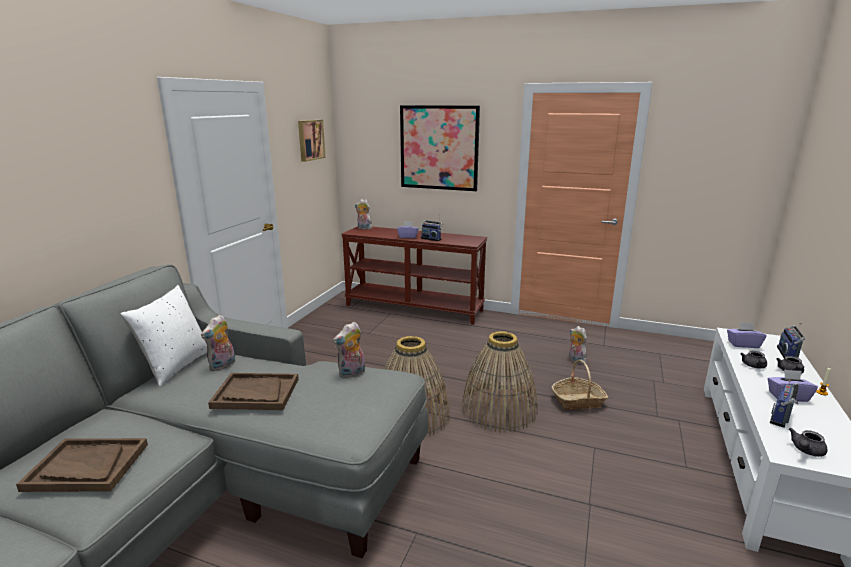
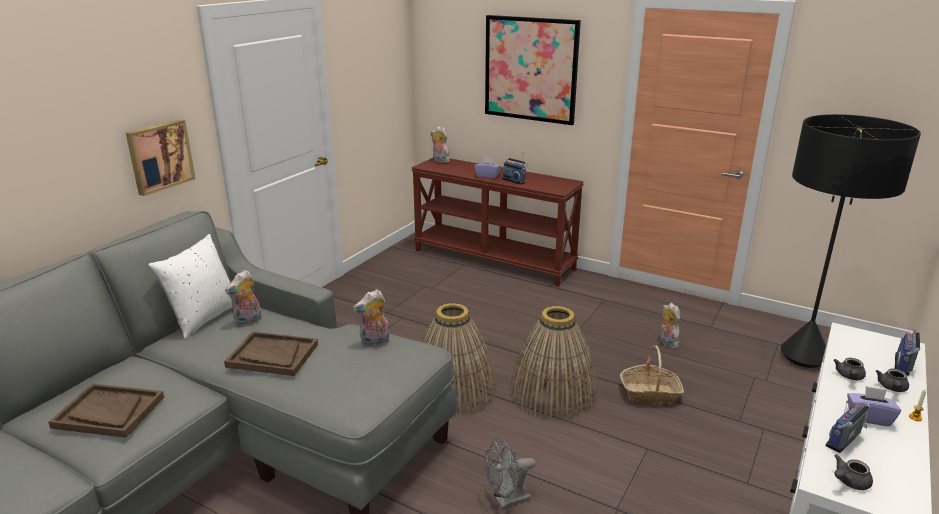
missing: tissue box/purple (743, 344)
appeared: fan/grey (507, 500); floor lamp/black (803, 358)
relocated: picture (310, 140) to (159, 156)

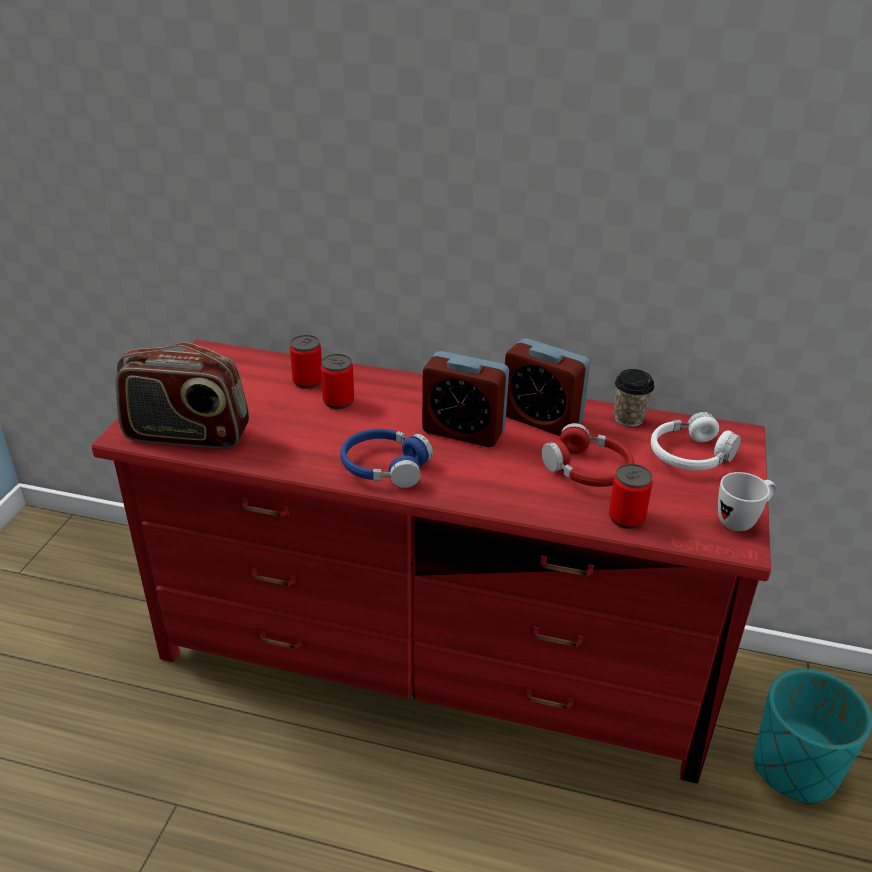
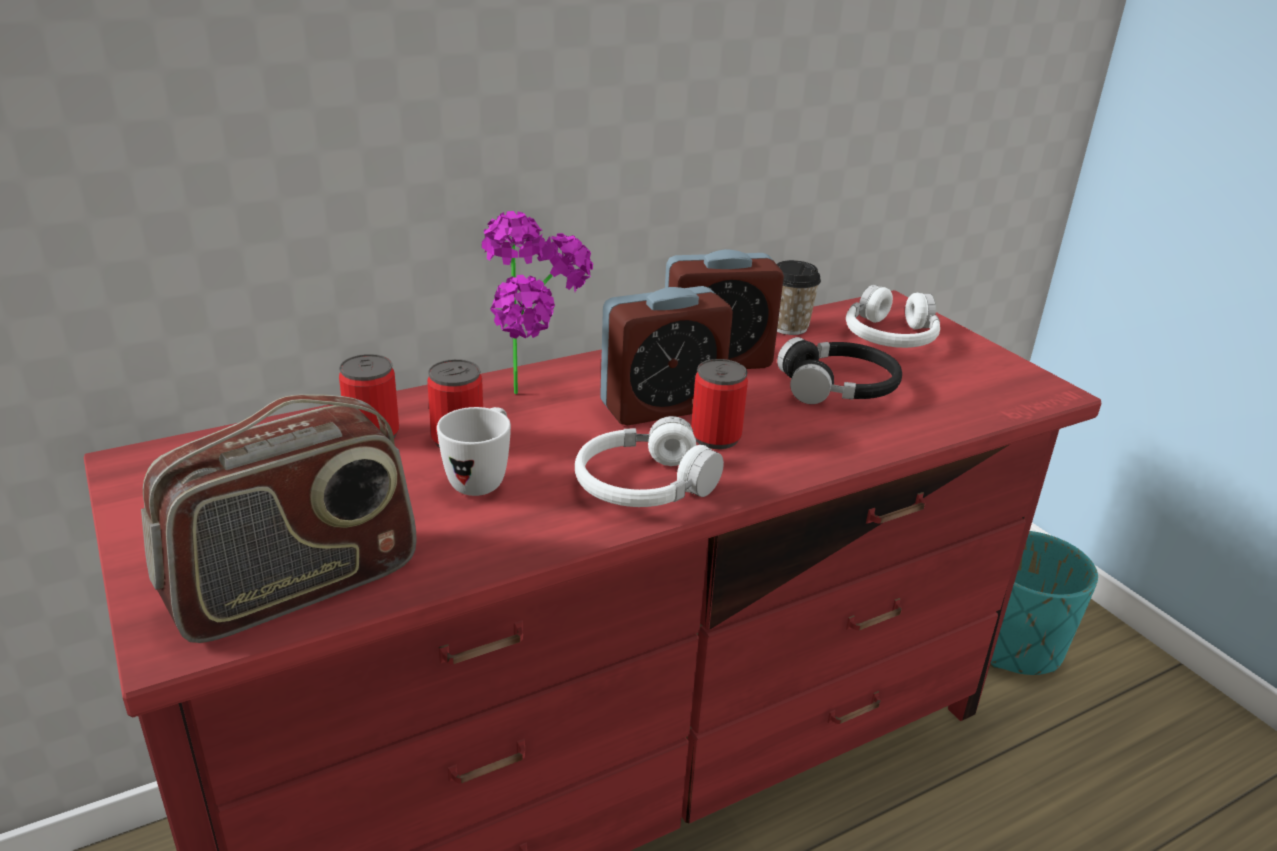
appeared: potted plant (537, 398)
relocated: can (626, 518) to (715, 437); mug/white (742, 520) to (482, 479)
colour: headphones/blue (384, 467) to headphones/white (644, 485); headphones/red (588, 470) to headphones/black (838, 388)

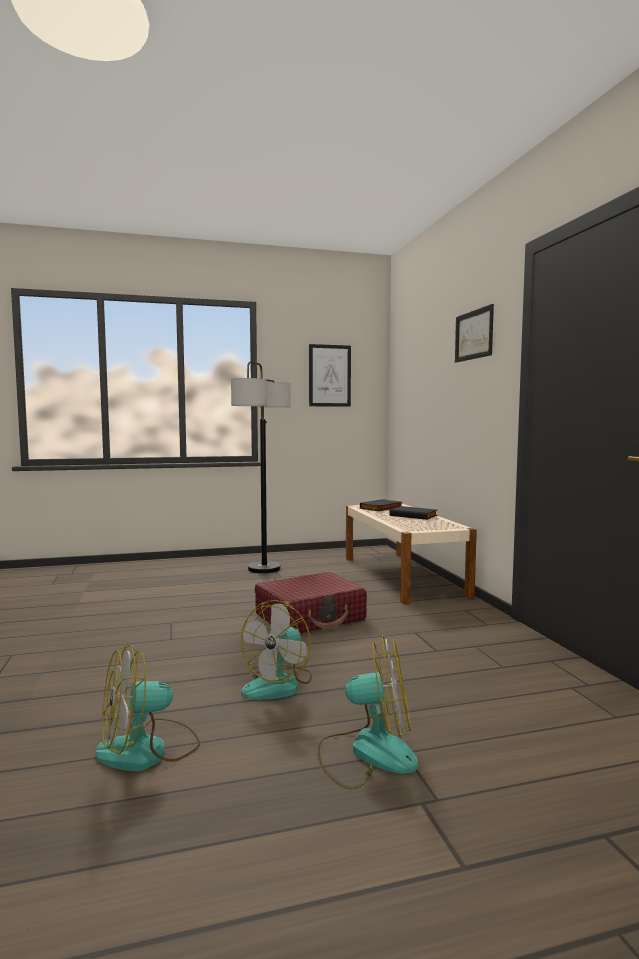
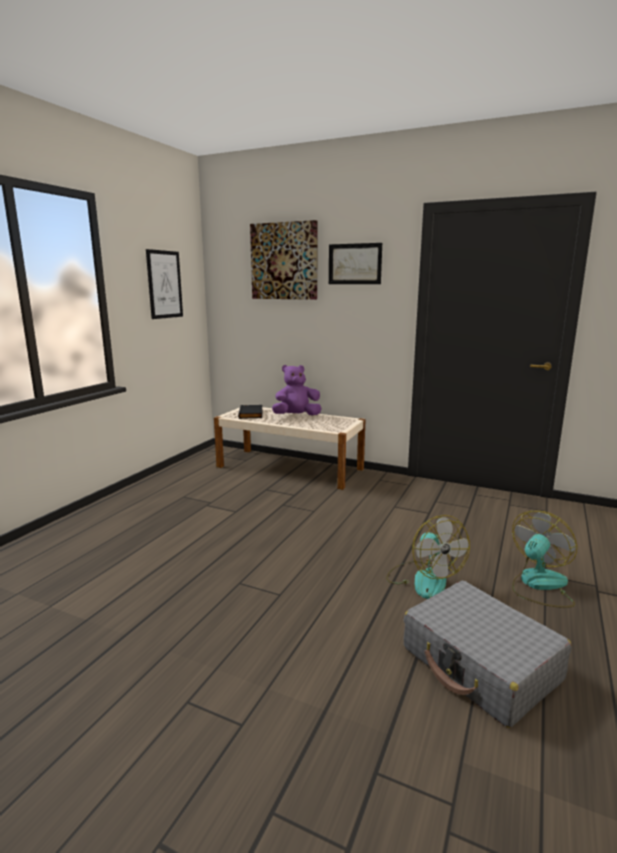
missing: floor lamp (264, 568); suitcase/red (310, 617)
appeared: picture (284, 261)
exchanged: fan (148, 750) to suitcase/grey (480, 664); book/black (414, 515) to plush toy/purple (296, 416)

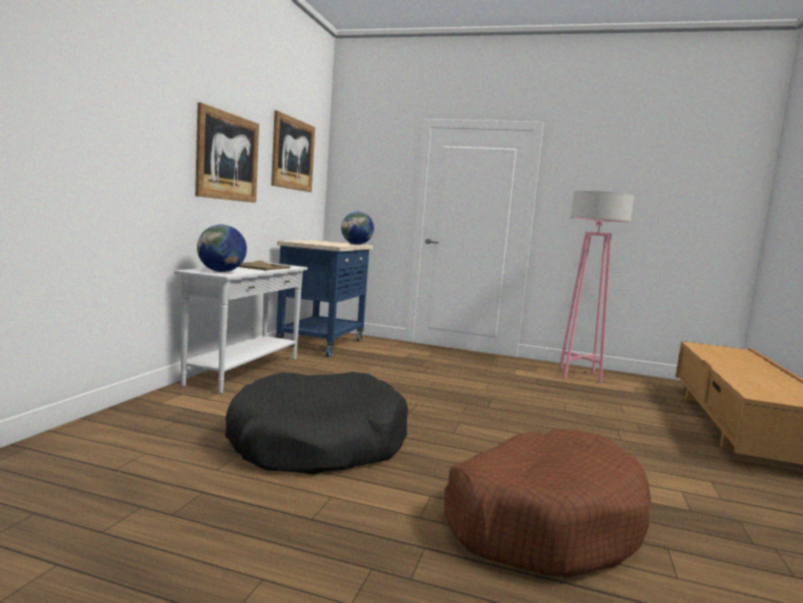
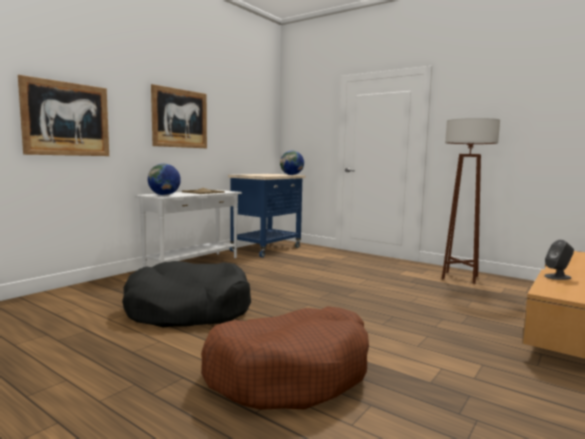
appeared: speaker/grey (557, 277)
relocated: picture (293, 154) to (66, 119)
colour: floor lamp/pink (579, 376) to floor lamp/brown (460, 277)

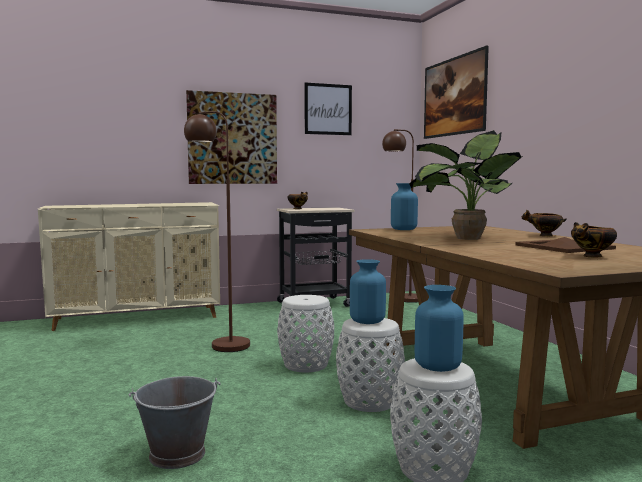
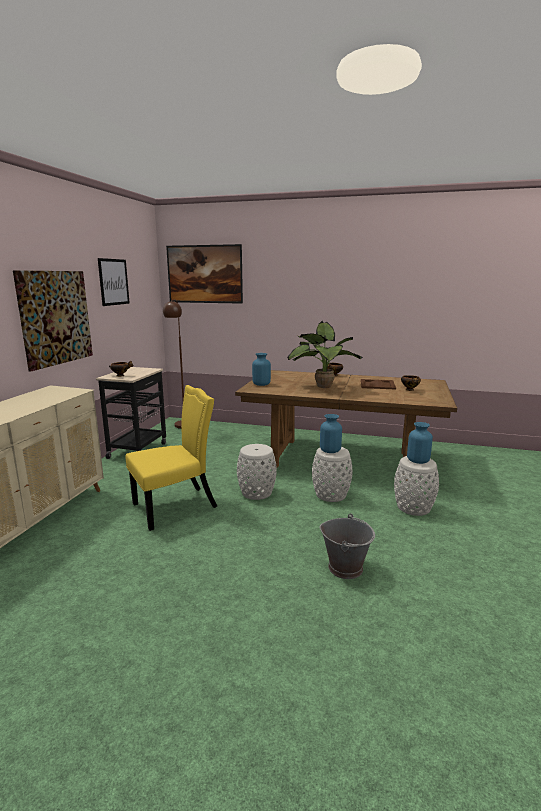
exchanged: floor lamp/brown (220, 345) to chair/yellow (173, 507)

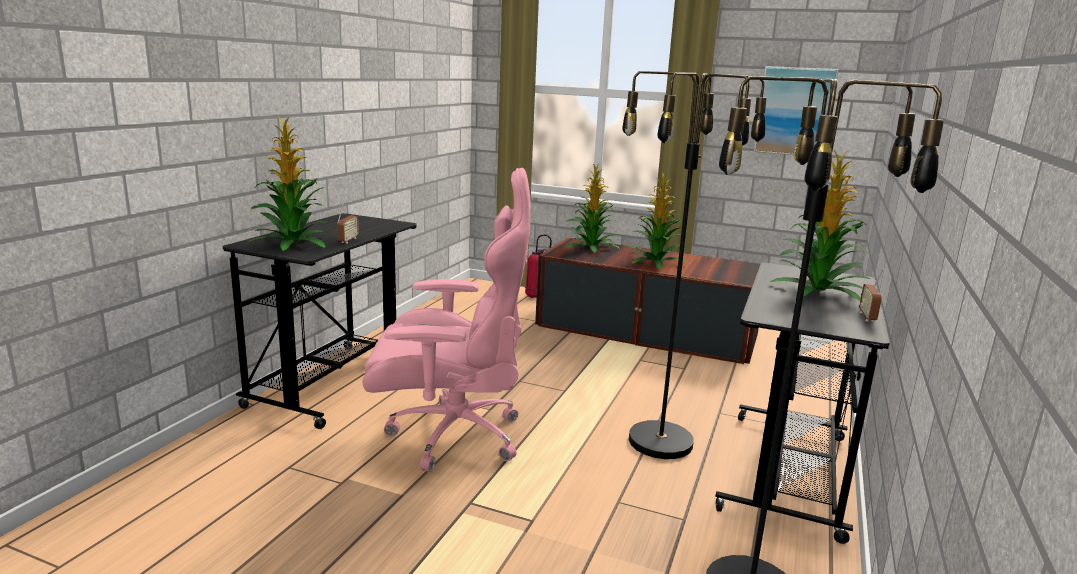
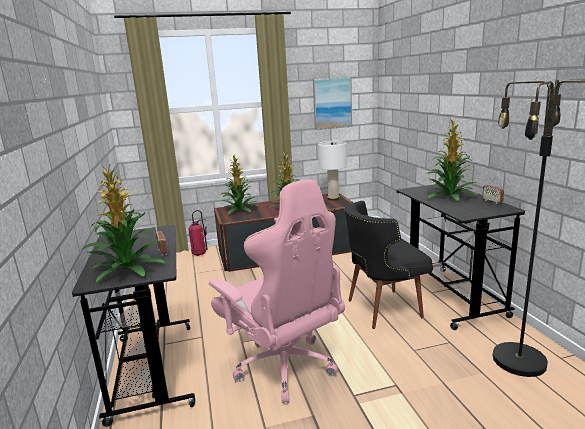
appeared: table lamp/white (333, 199)
exchanged: floor lamp (661, 443) to chair/black (384, 309)
spun: office chair/pink (447, 436) = (281, 364) 90 degrees clockwise

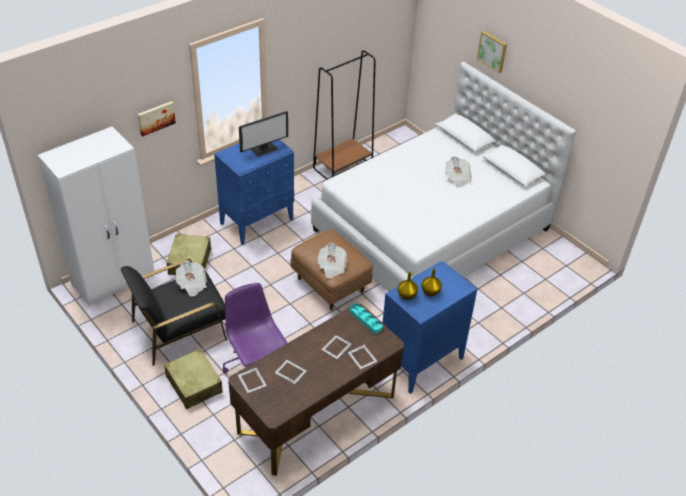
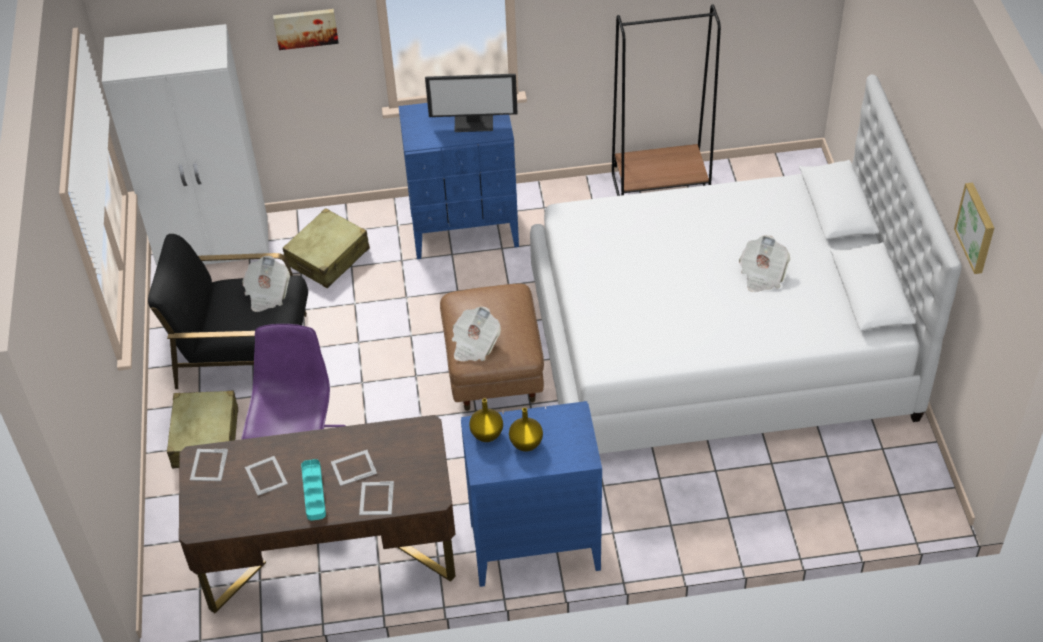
relocated: tray/turquoise (365, 320) to (314, 492); picture (492, 51) to (977, 227)

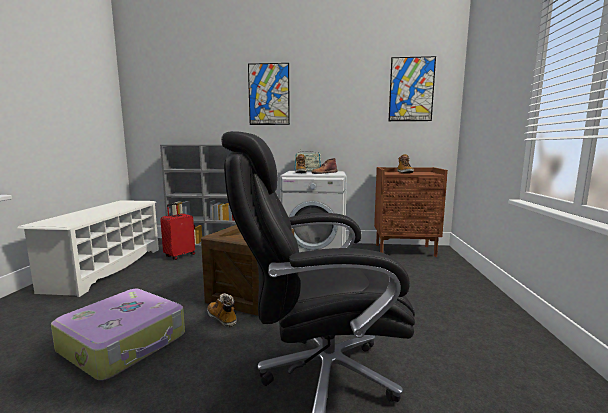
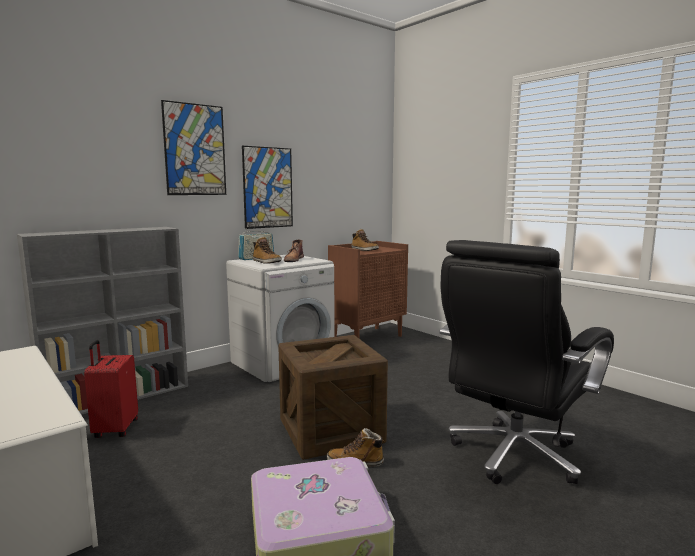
relocated: picture (411, 89) to (268, 187)

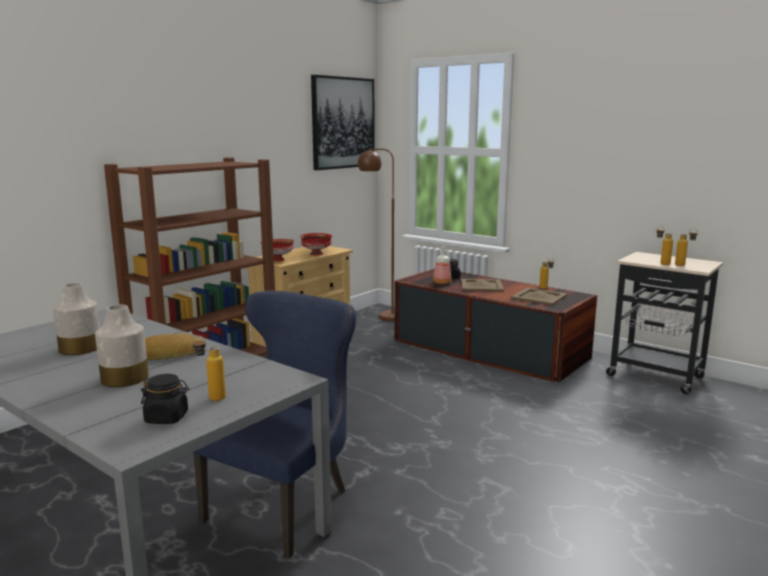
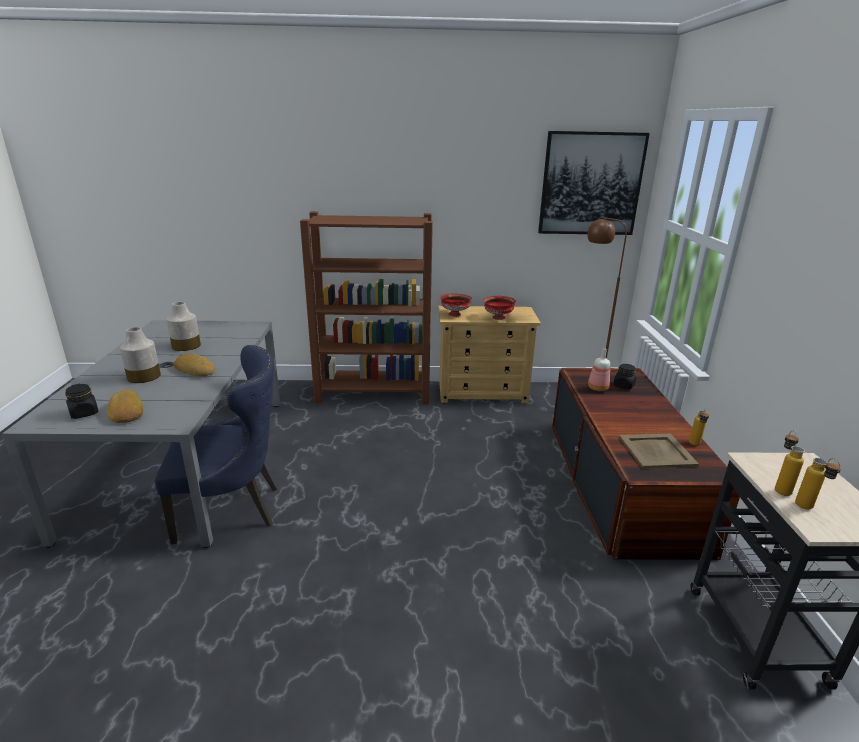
missing: tray/beige (481, 285)
exchanged: bottle (211, 397) to bread (125, 411)

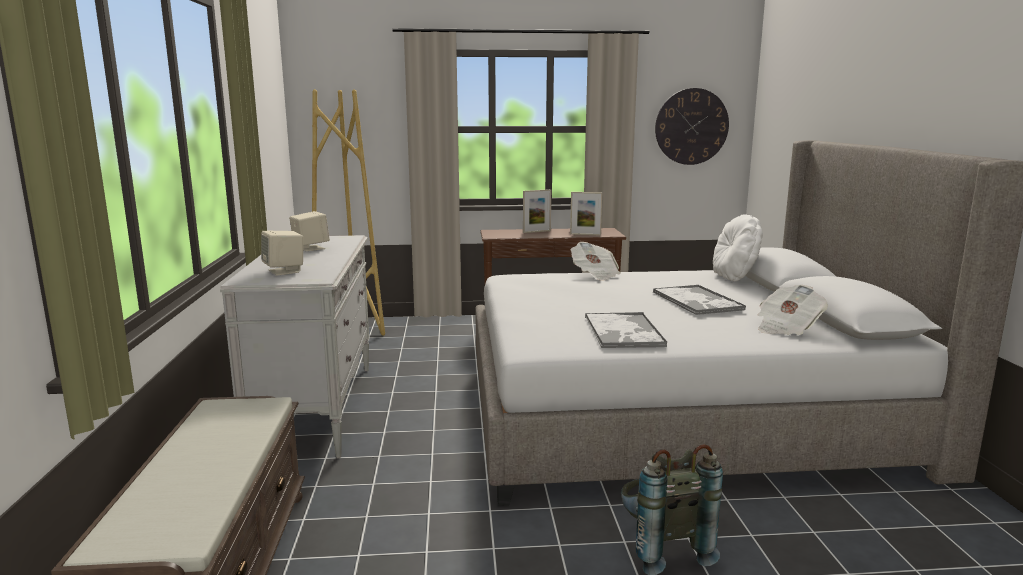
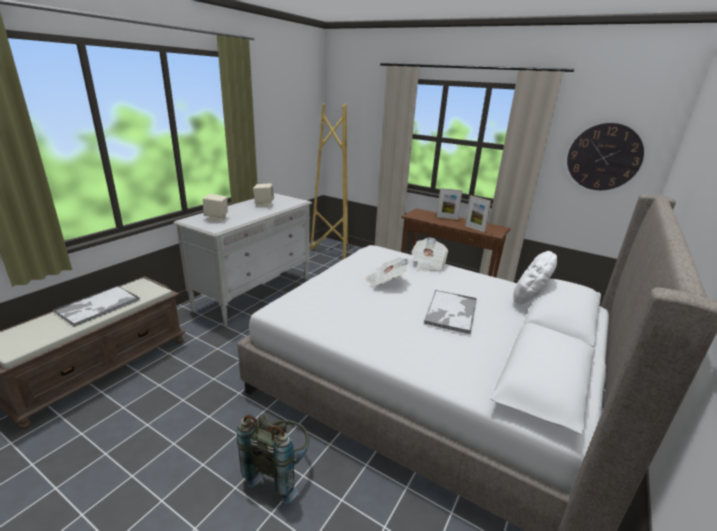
relocated: tray (623, 332) to (97, 306); newspaper (786, 328) to (385, 281)

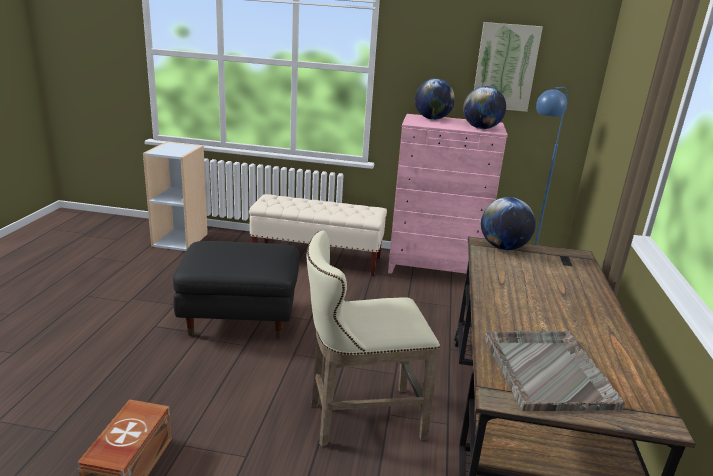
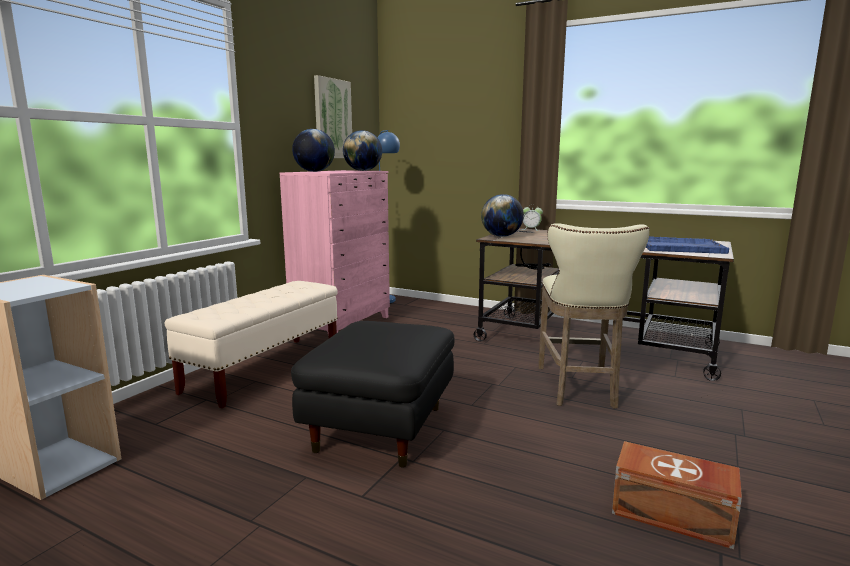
appeared: alarm clock (531, 229)
colour: tray/grey (547, 370) to tray/blue (680, 247)

